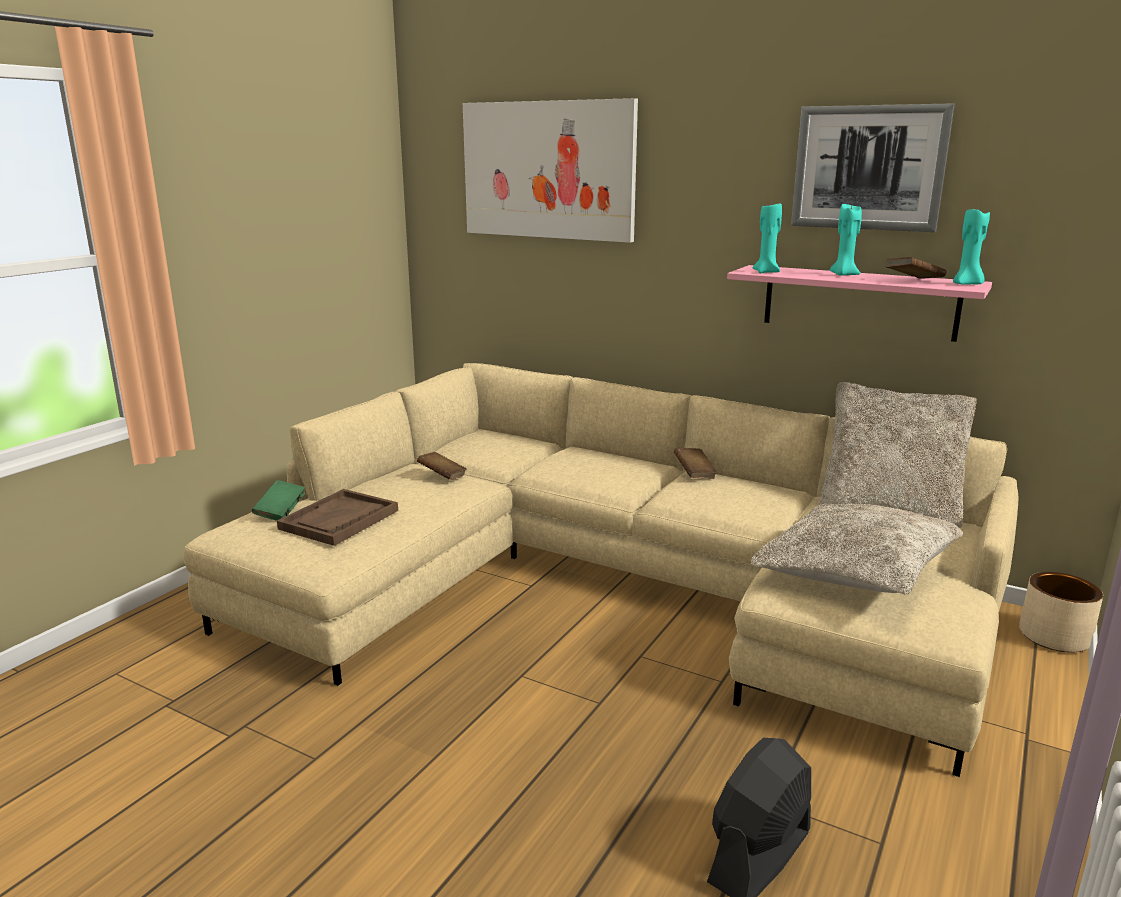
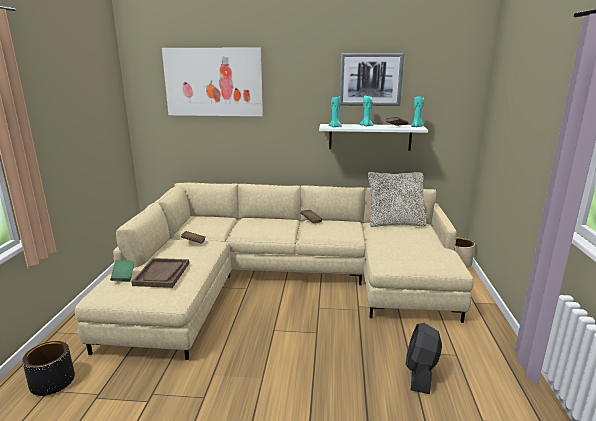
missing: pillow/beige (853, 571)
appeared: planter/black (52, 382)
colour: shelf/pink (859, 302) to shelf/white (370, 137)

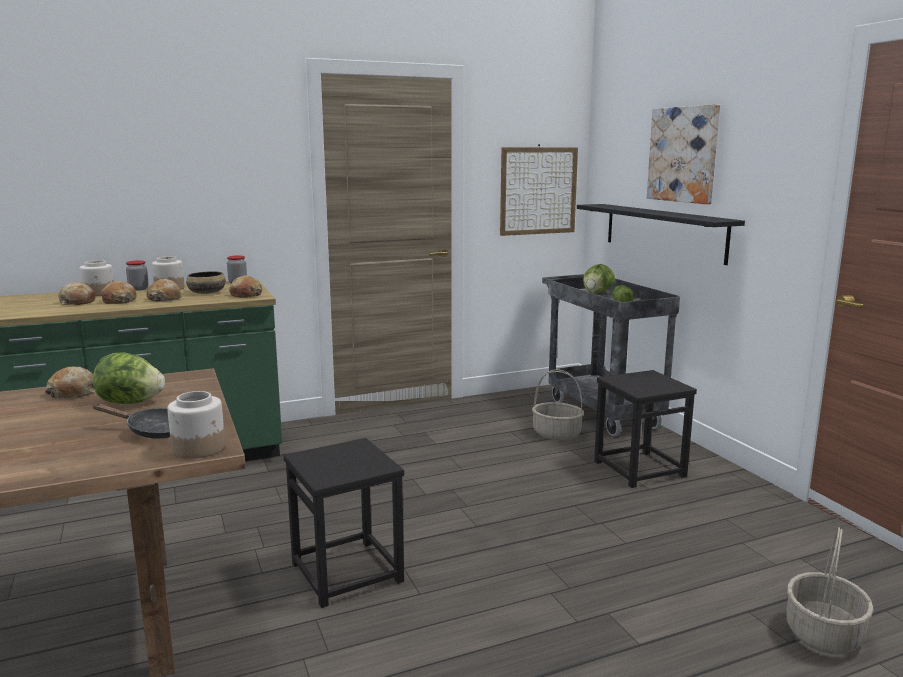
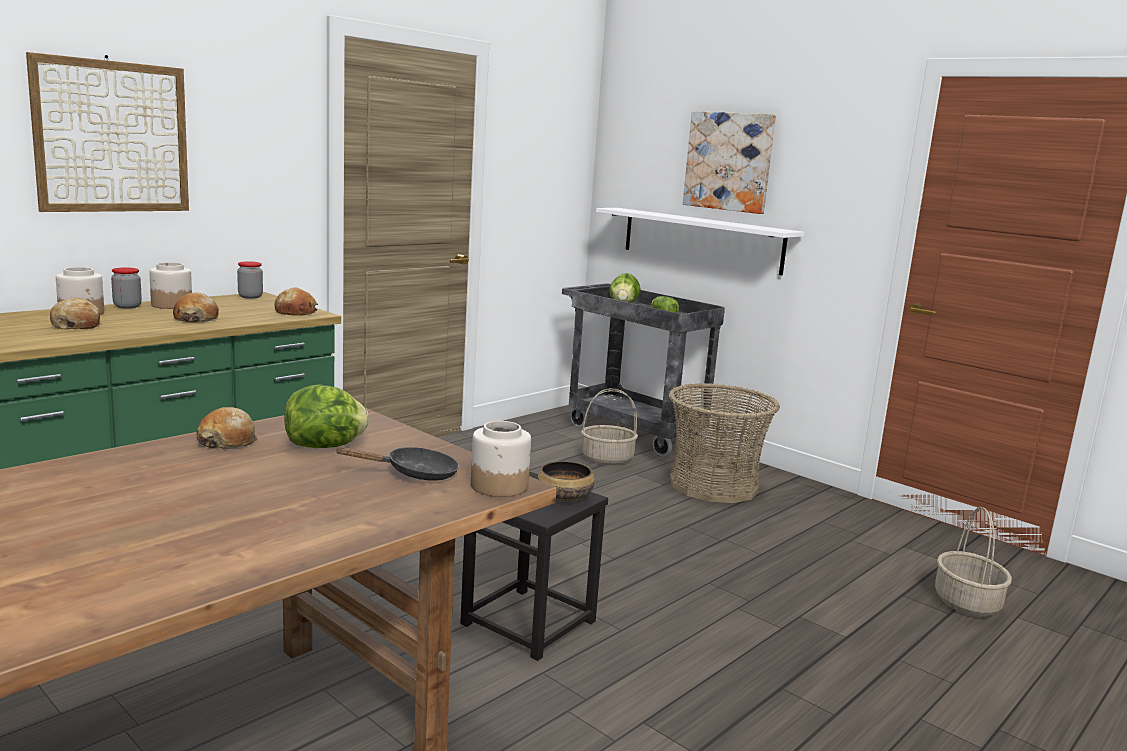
missing: bread (119, 301)
relocated: bowl (207, 293) to (565, 497); picture (538, 189) to (112, 134)
exchanged: stool/black (639, 469) to basket (713, 485)
colour: shelf/black (663, 231) to shelf/white (701, 240)

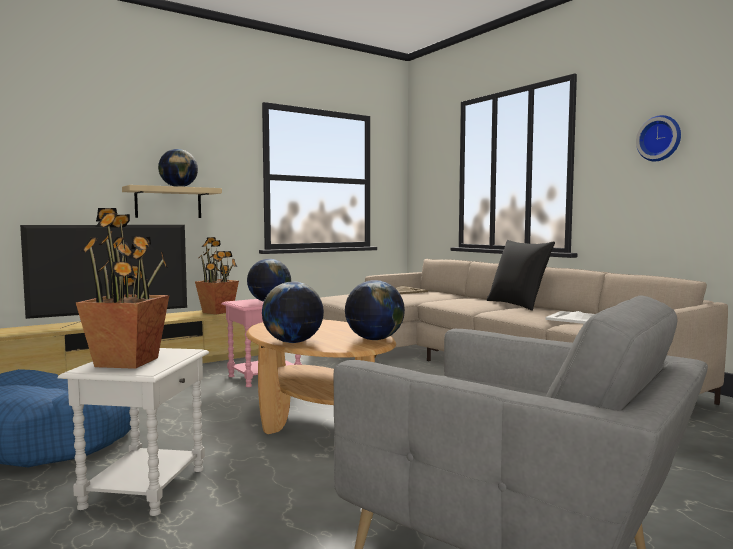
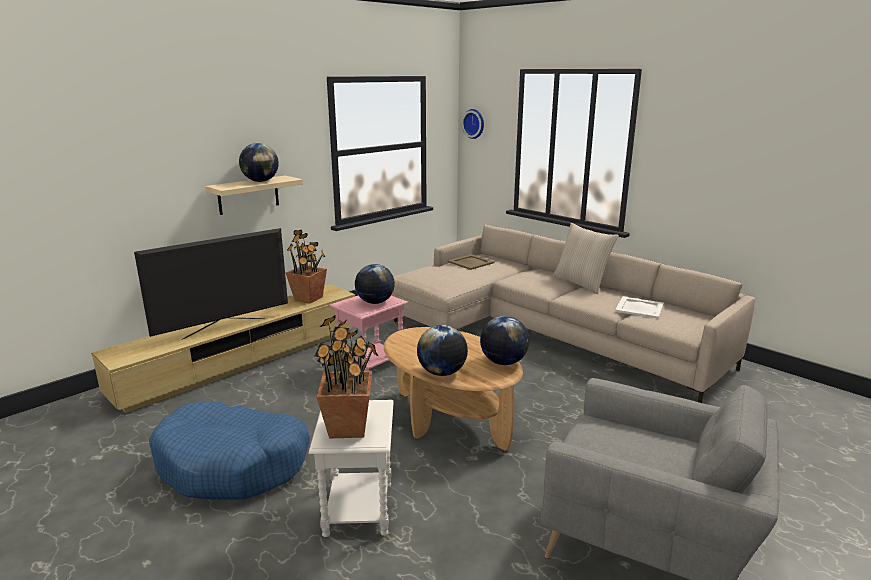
relocated: wall clock (660, 138) to (474, 123)
colour: pillow/black (518, 305) to pillow/beige (581, 283)

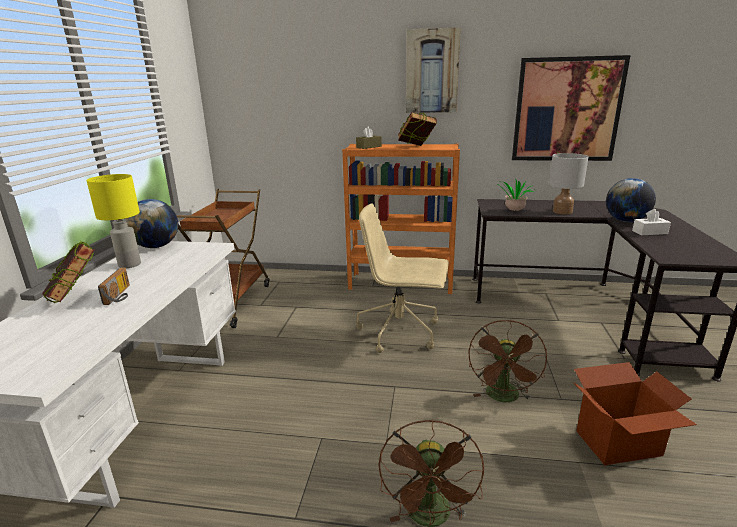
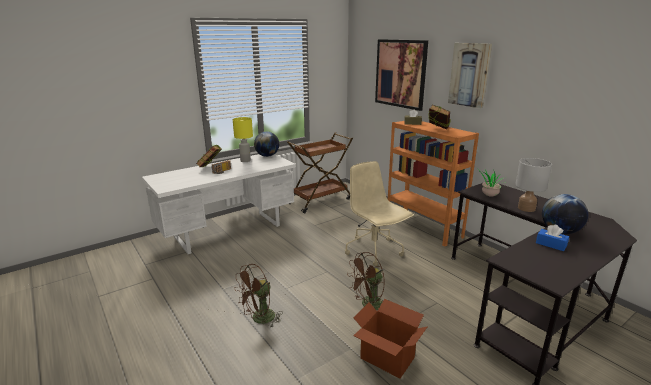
relocated: picture (566, 110) to (400, 73)
colour: tissue box/white (650, 232) to tissue box/blue (551, 244)

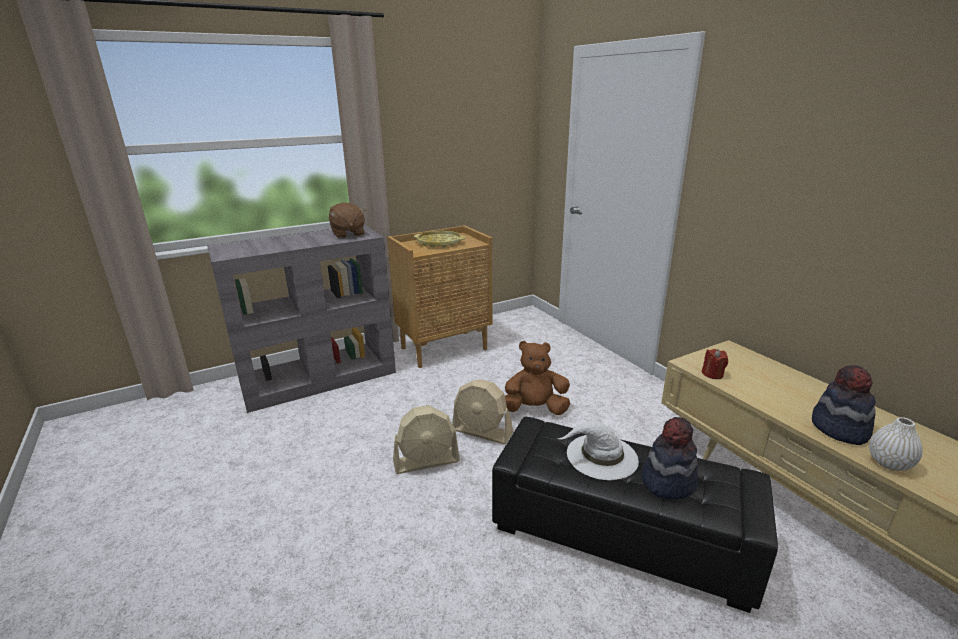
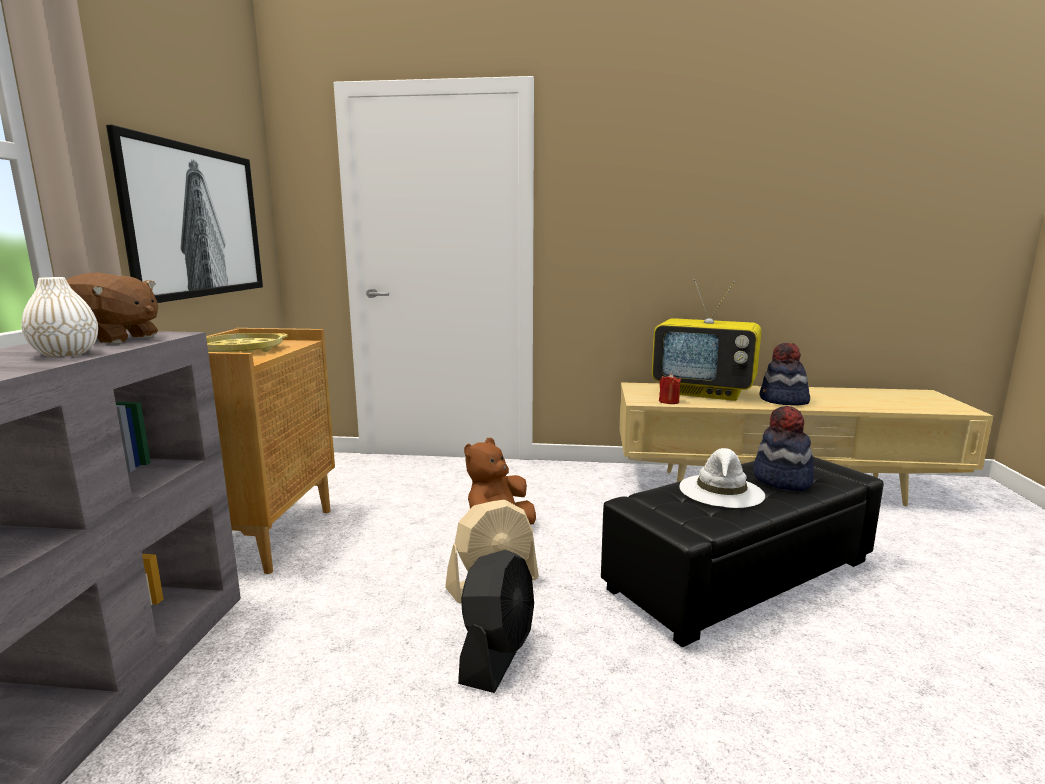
appeared: picture (195, 222); television (704, 392)
relocated: vase/white (889, 463) to (66, 354)
colour: fan/beige (426, 461) to fan/black (497, 653)

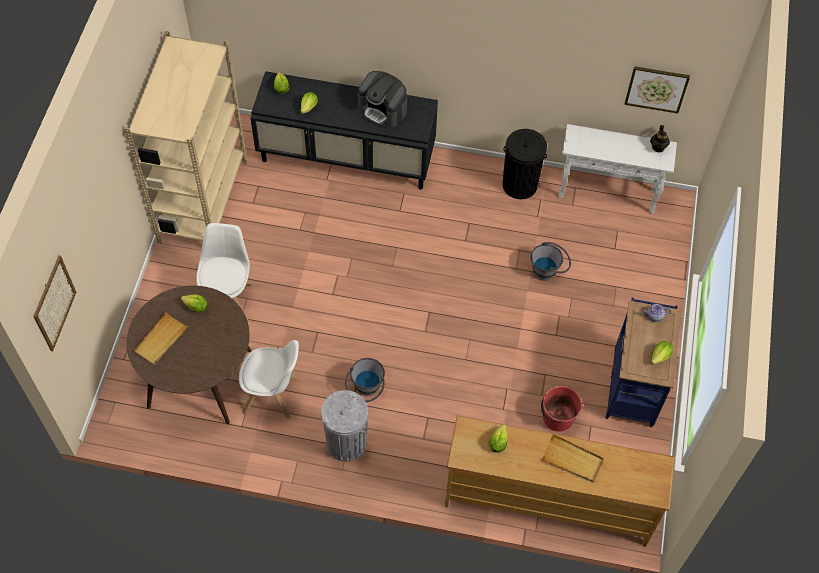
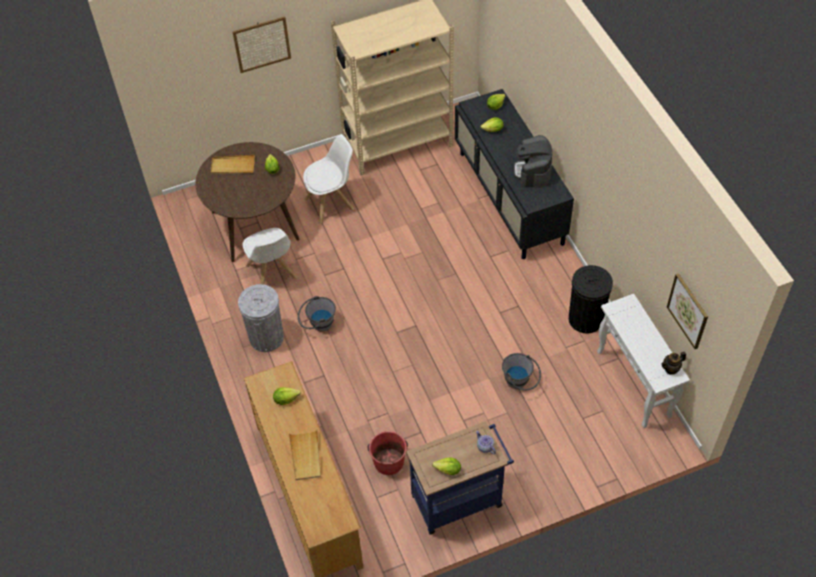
relocated: picture (54, 302) to (262, 43)

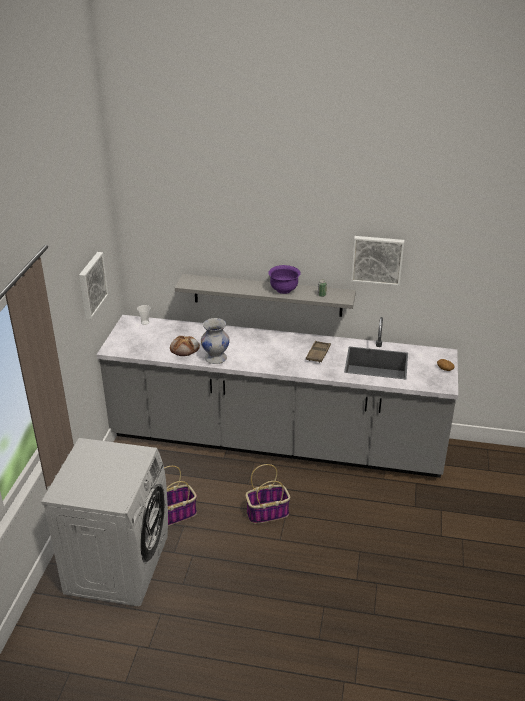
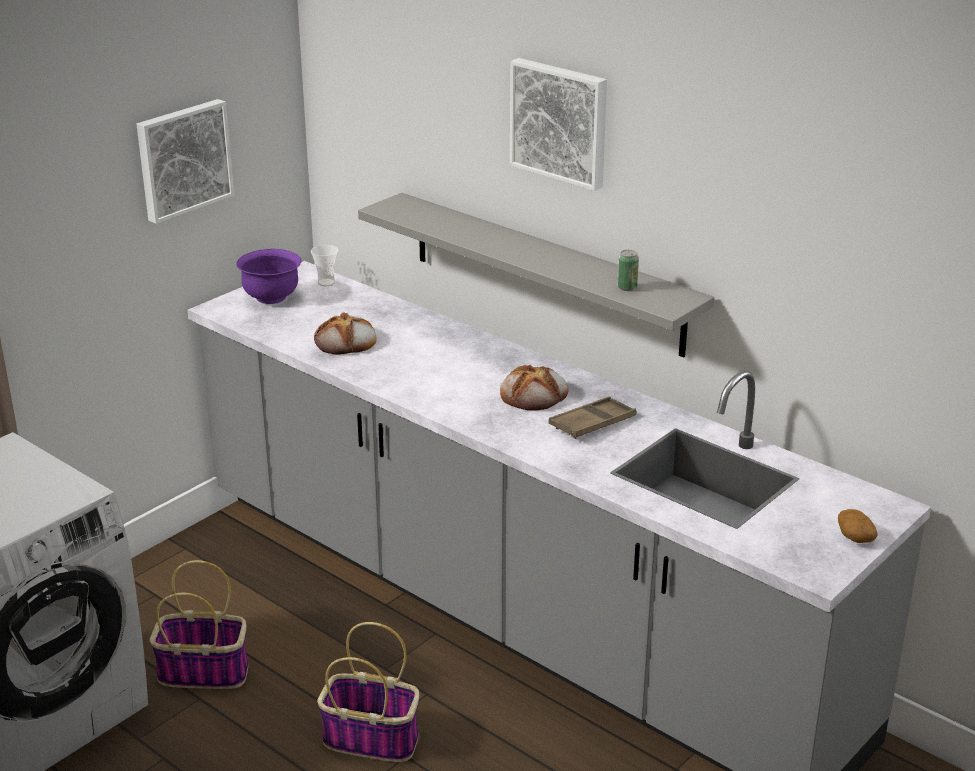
missing: vase/white (216, 358)
appeared: bread (534, 394)
relocated: bowl/purple (284, 290) to (271, 298); picture (377, 259) to (560, 122)

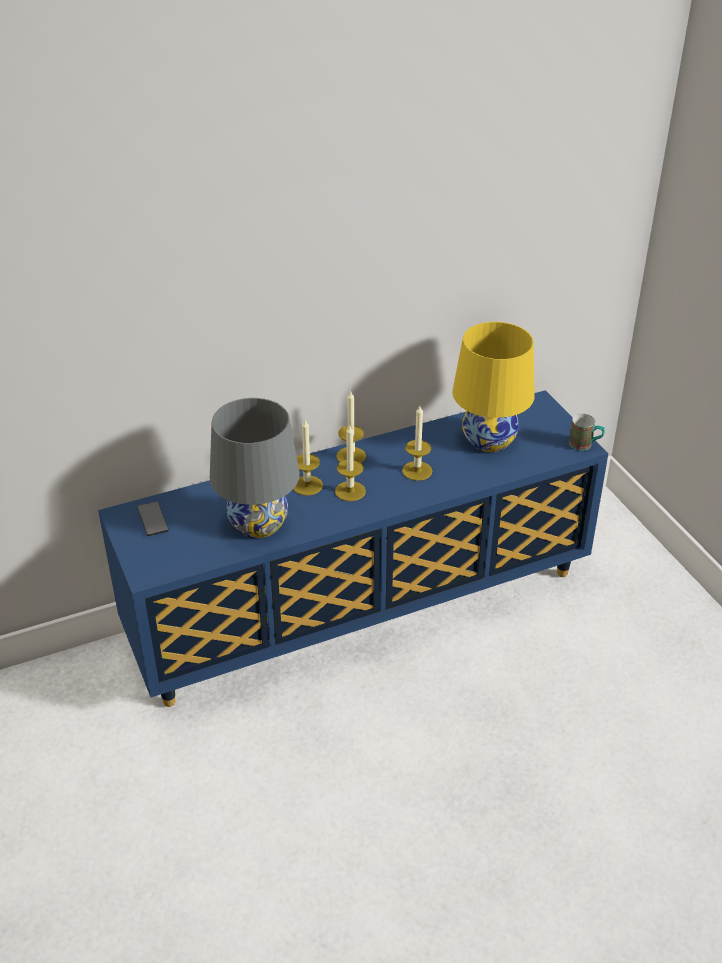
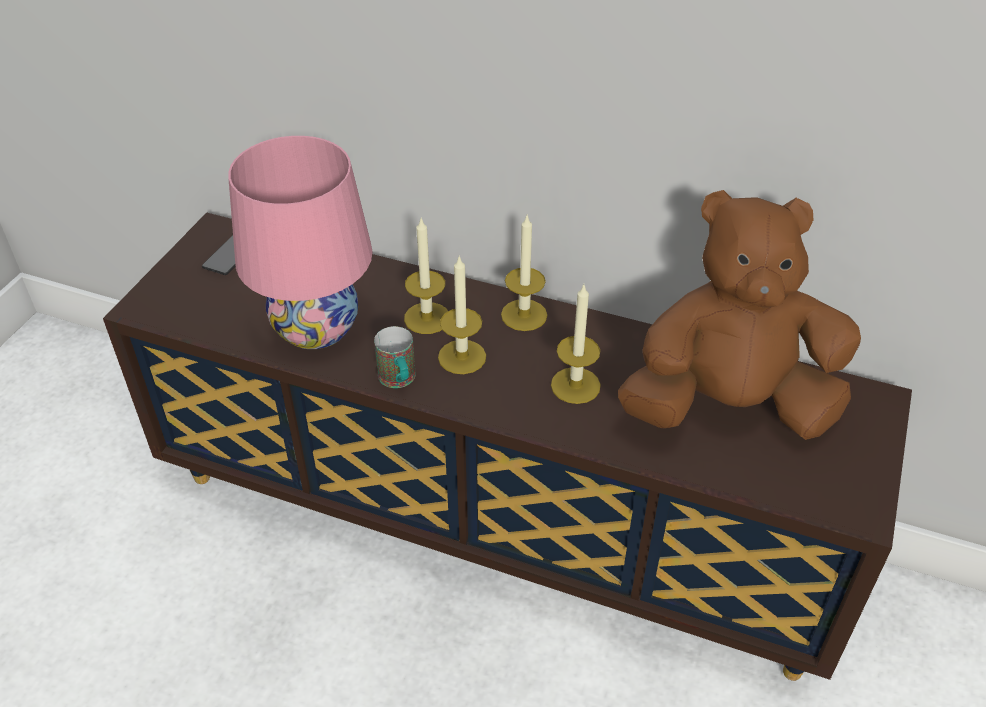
relocated: mug (585, 445) to (399, 381)
exchanged: table lamp/yellow (488, 439) to plush toy/brown (729, 406)
colour: tv stand/blue (362, 608) to tv stand/brown (497, 524); table lamp/grey (258, 523) to table lamp/pink (315, 327)

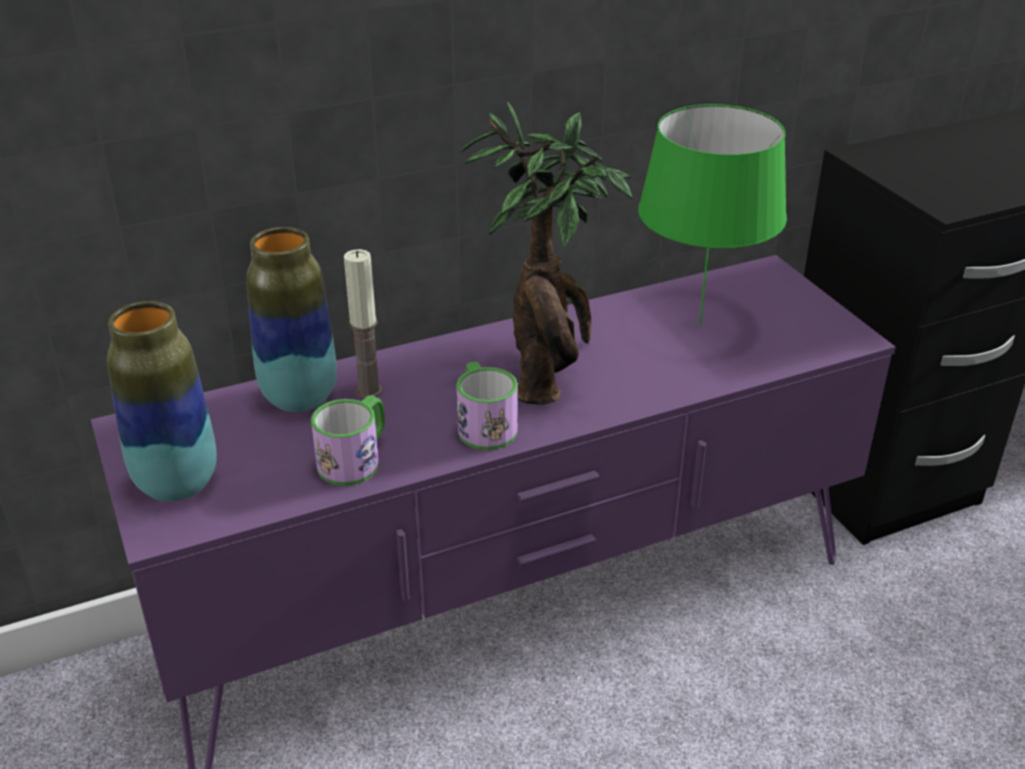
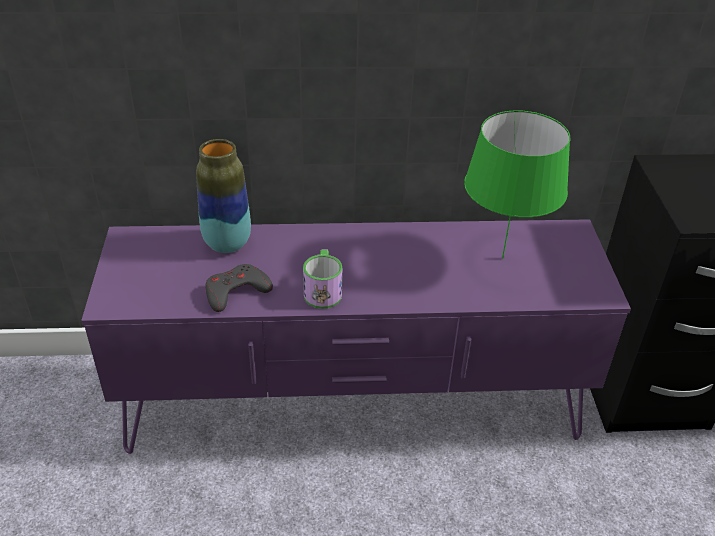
missing: vase (177, 484); candle (369, 391); potted plant (547, 376)
exchanged: mug (355, 459) to game controller/grey (236, 291)

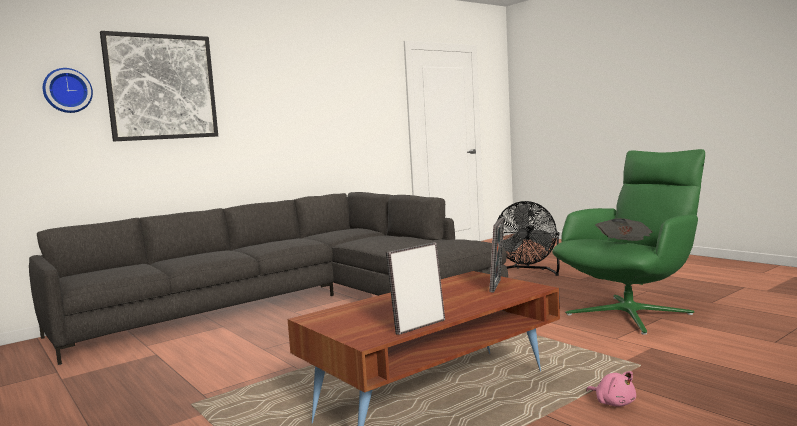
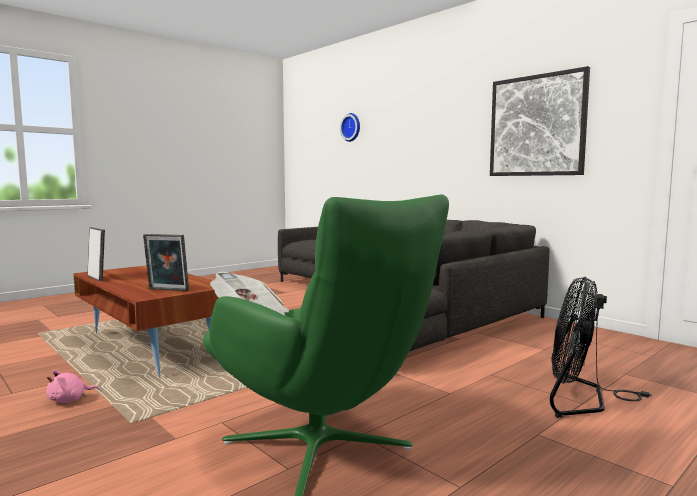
relocated: picture (161, 87) to (537, 126)

